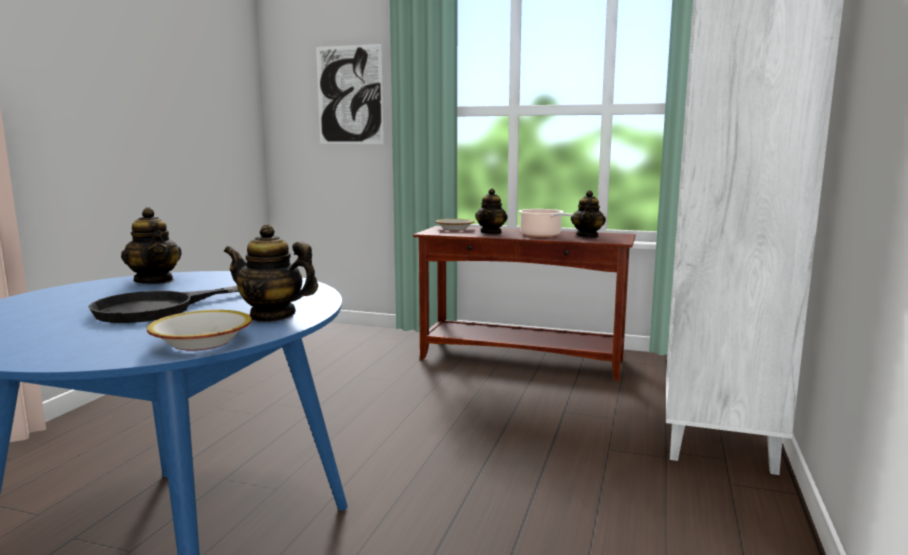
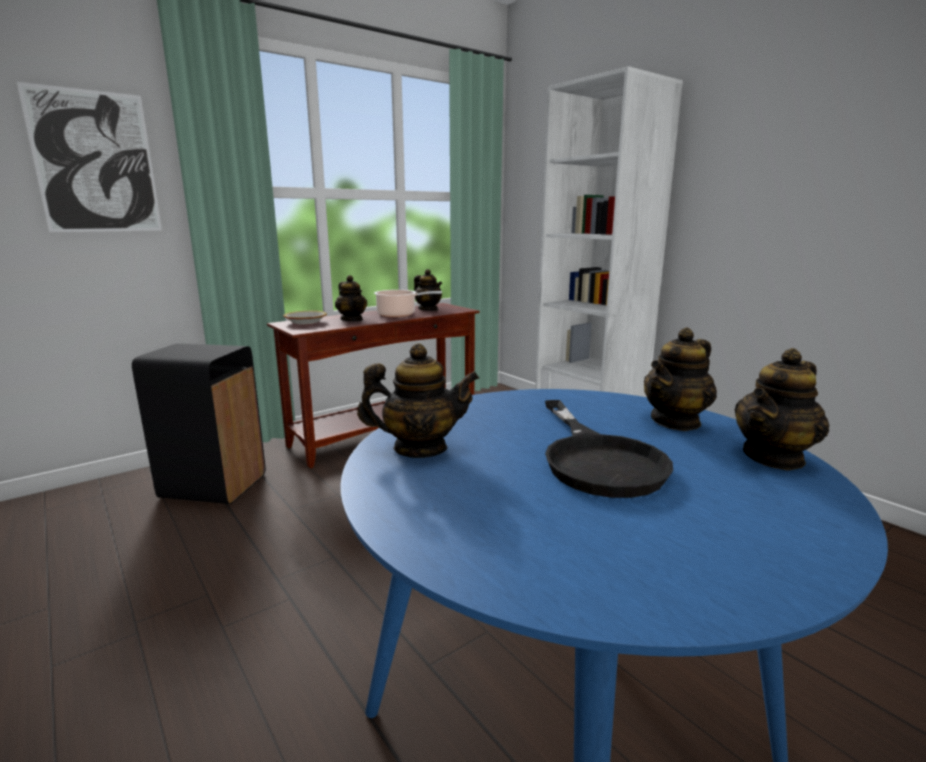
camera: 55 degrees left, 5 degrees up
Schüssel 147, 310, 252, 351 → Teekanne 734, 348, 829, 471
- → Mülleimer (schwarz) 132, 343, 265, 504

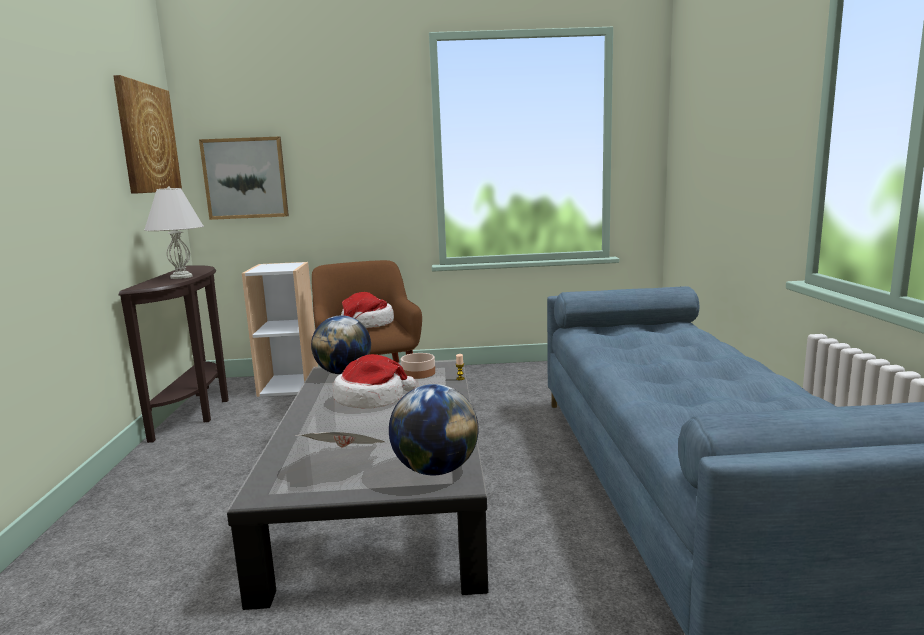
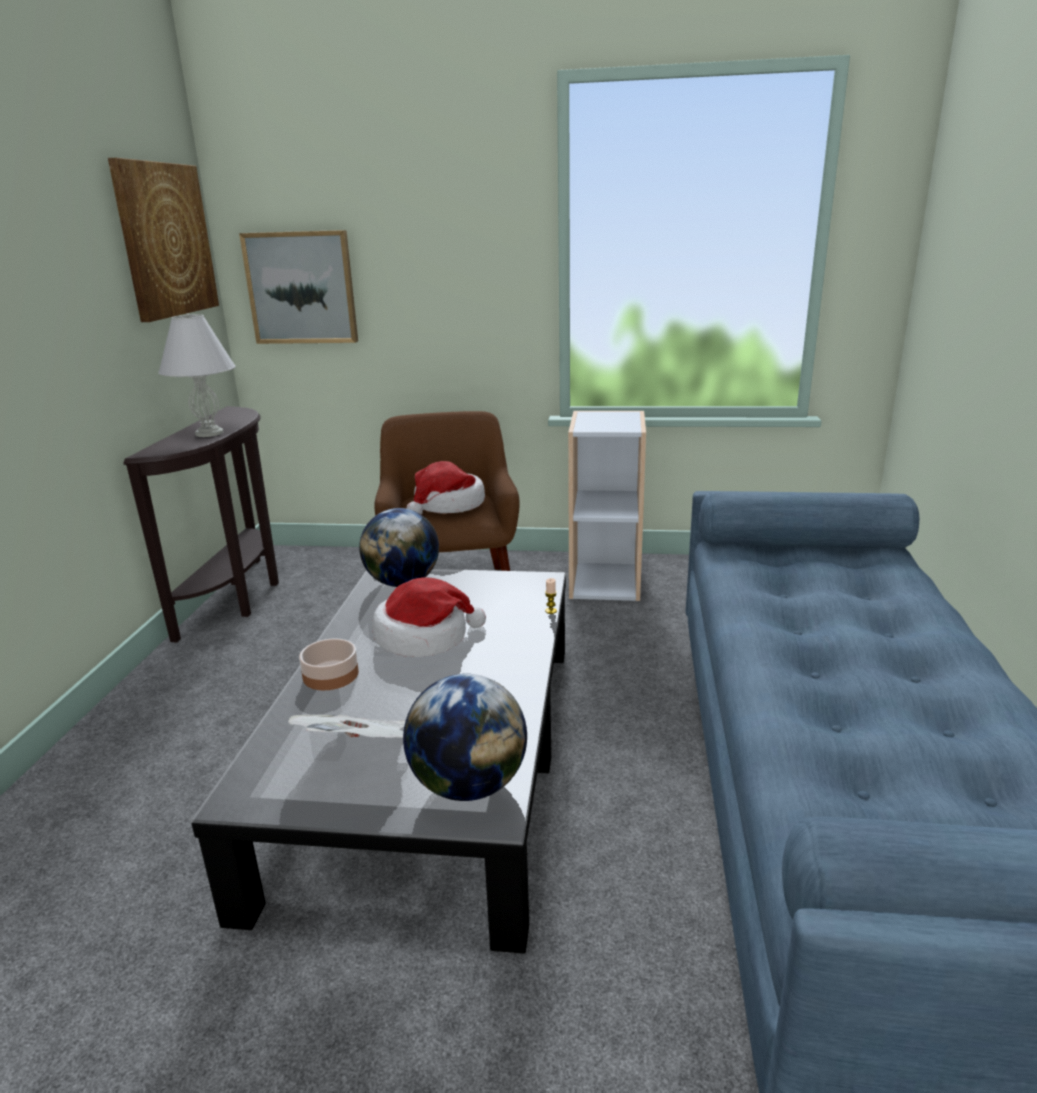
camera: 10 degrees right, 10 degrees up
Bücherregal 242, 262, 318, 397 → Bücherregal 568, 411, 646, 601, moved
Schüssel 401, 353, 435, 379 → Schüssel 299, 638, 359, 690, moved

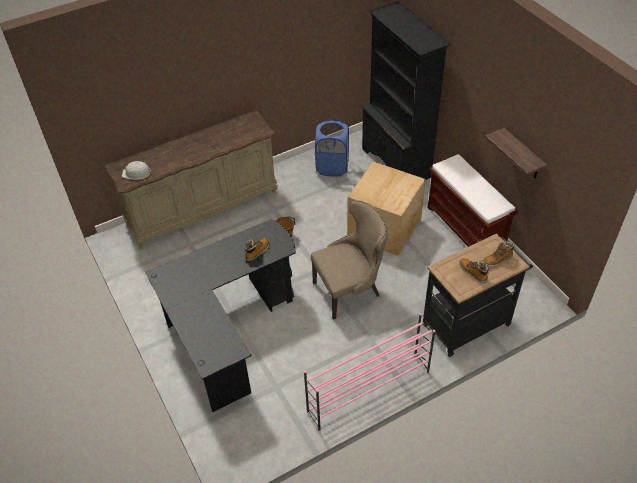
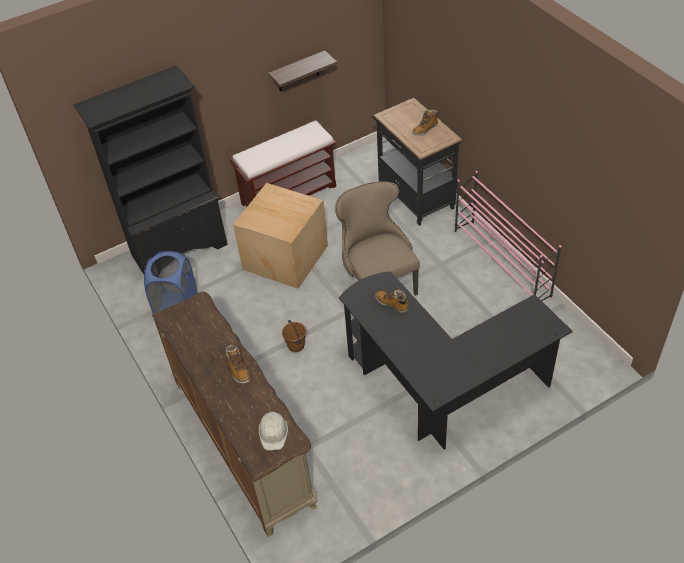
camera: 90 degrees left, 0 degrees up
Stiefel 483, 241, 515, 267 → Stiefel 225, 345, 251, 384, moved

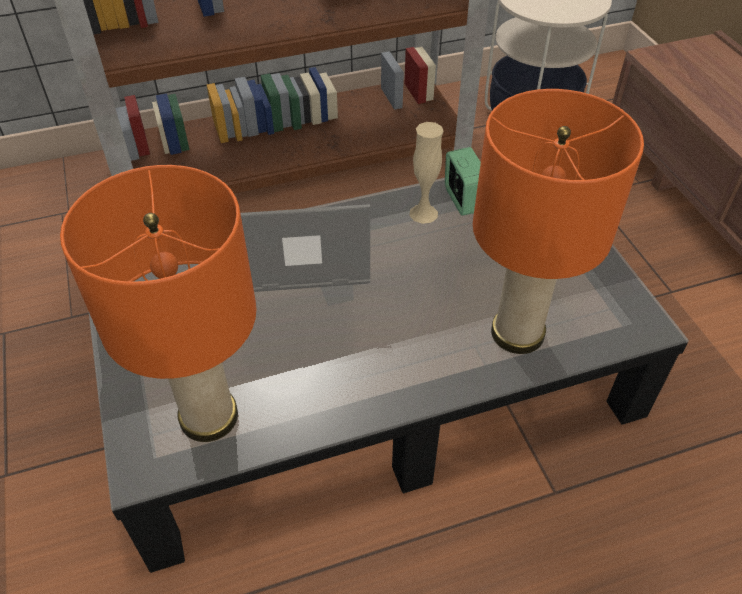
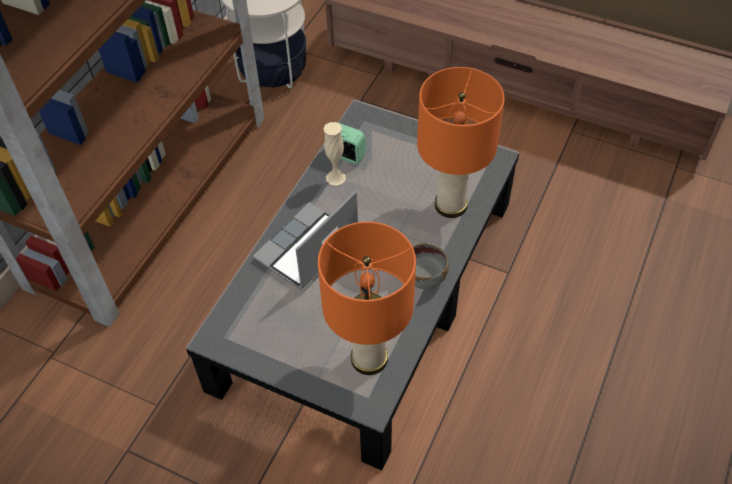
camera: 45 degrees left, 5 degrees up
- → Schüssel (grau) 413, 243, 449, 289

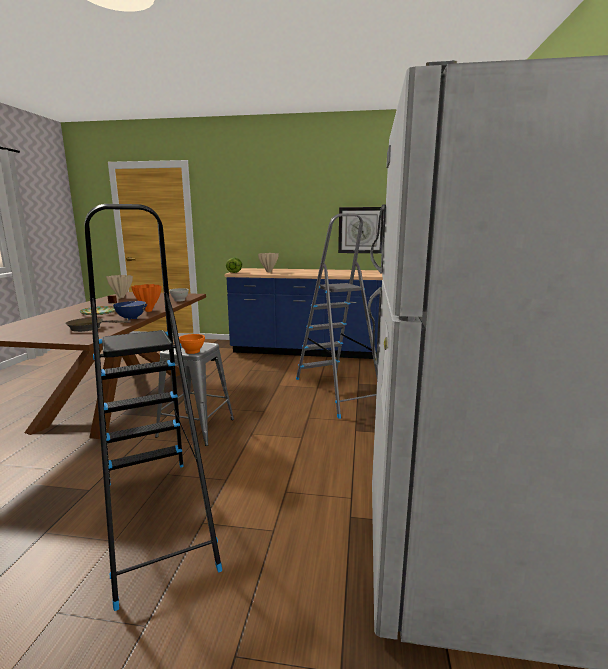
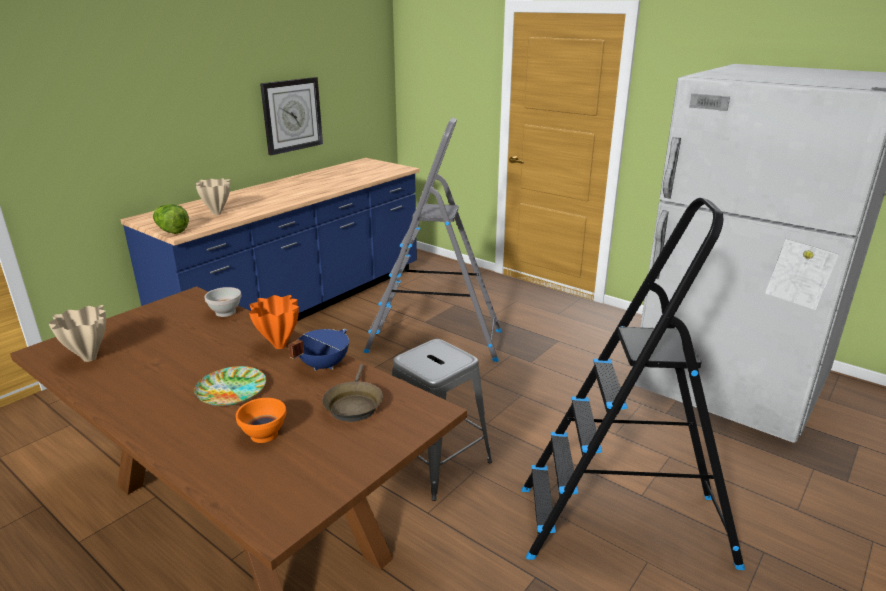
camera: 60 degrees left, 10 degrees up
Schüssel (orange) 179, 334, 205, 354 → Schüssel (orange) 236, 398, 286, 443, moved

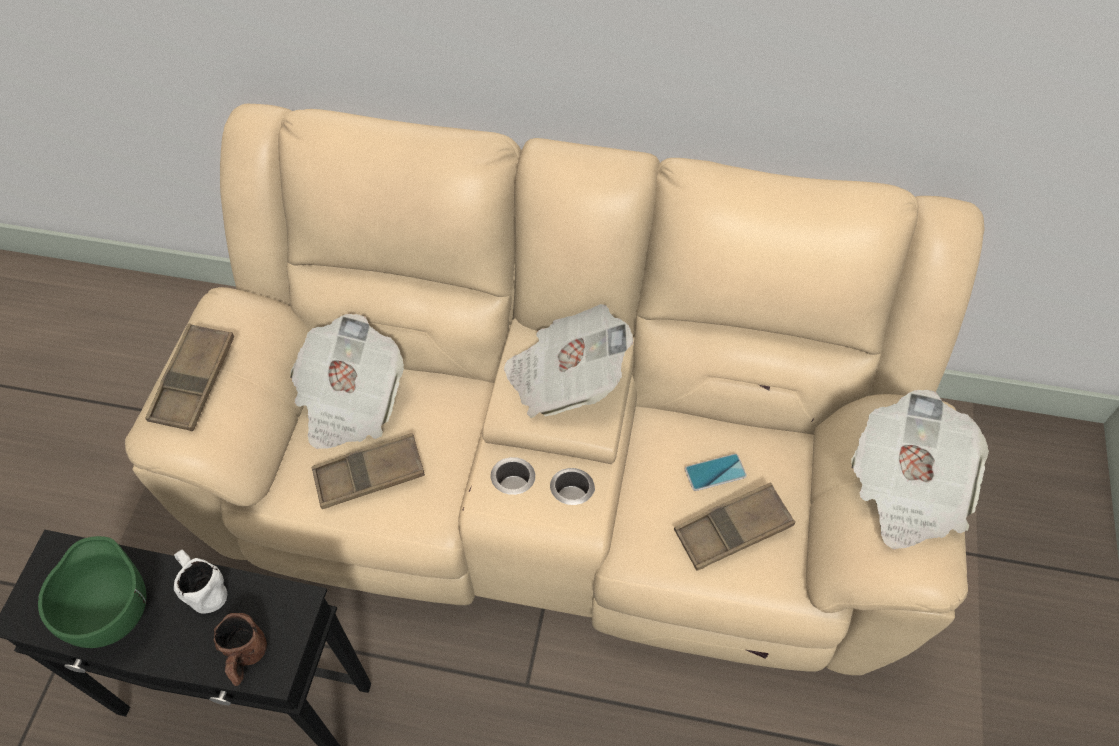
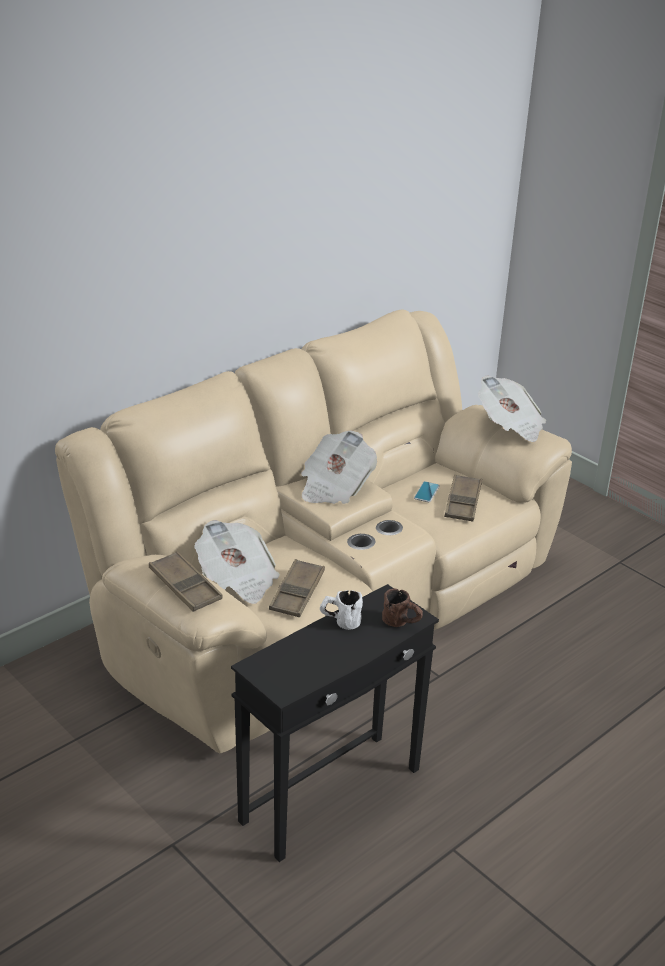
camera: 55 degrees left, 25 degrees down
Schüssel (grün) 38, 536, 146, 648 → -

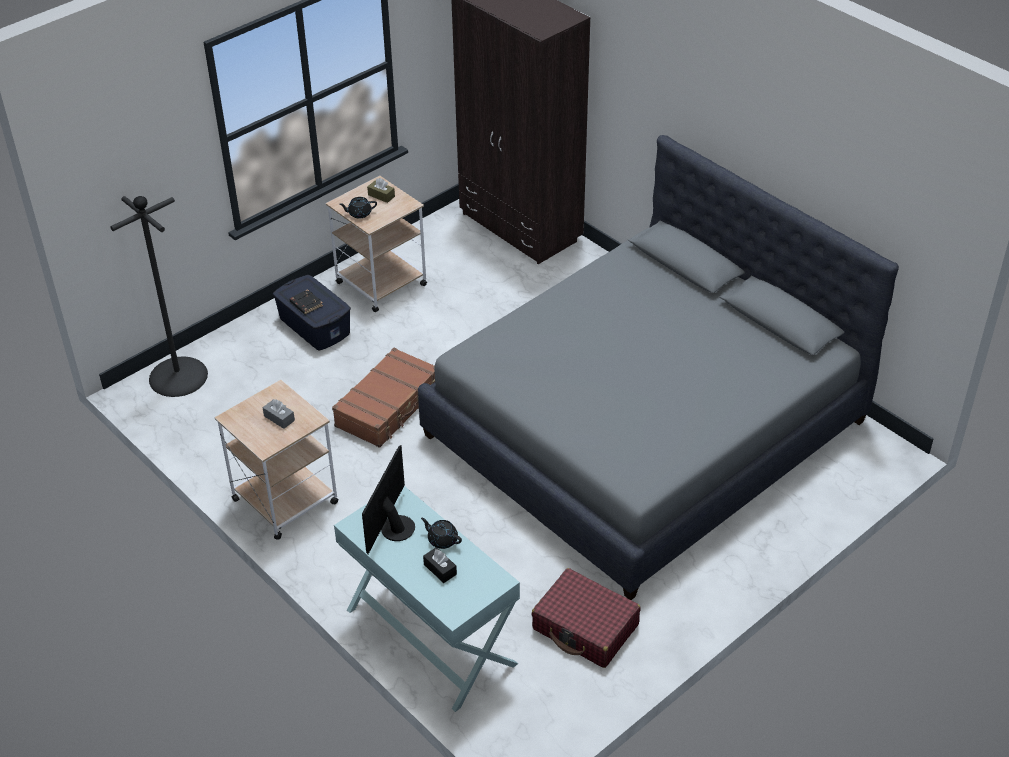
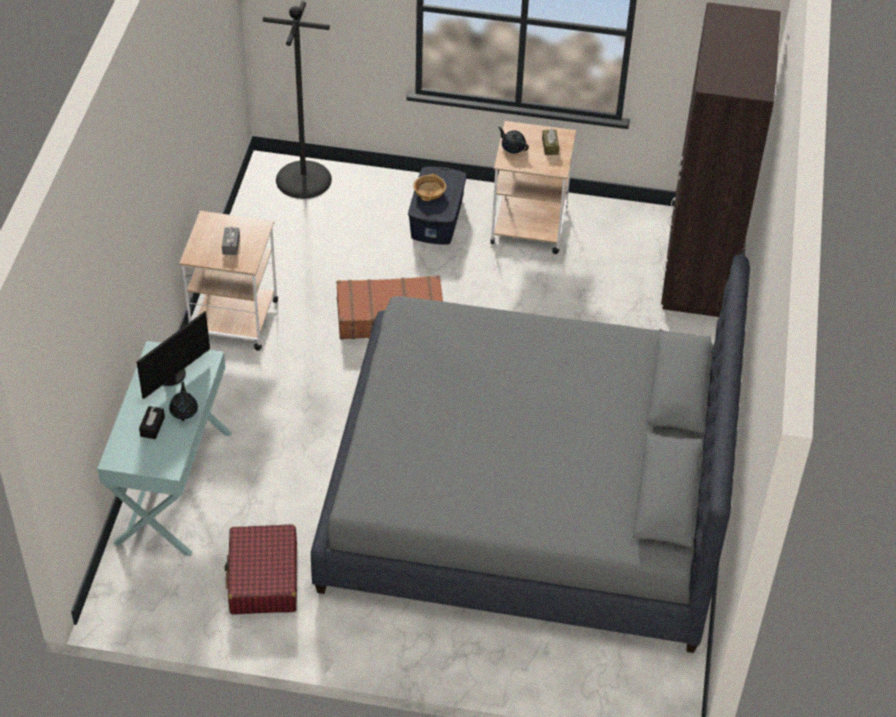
camera: 50 degrees right, 5 degrees up
Buch (schwarz) 289, 289, 323, 314 → Schüssel (beige) 413, 174, 446, 201
Monitor 362, 445, 415, 554 → Monitor 137, 311, 210, 399, 150 degrees clockwise

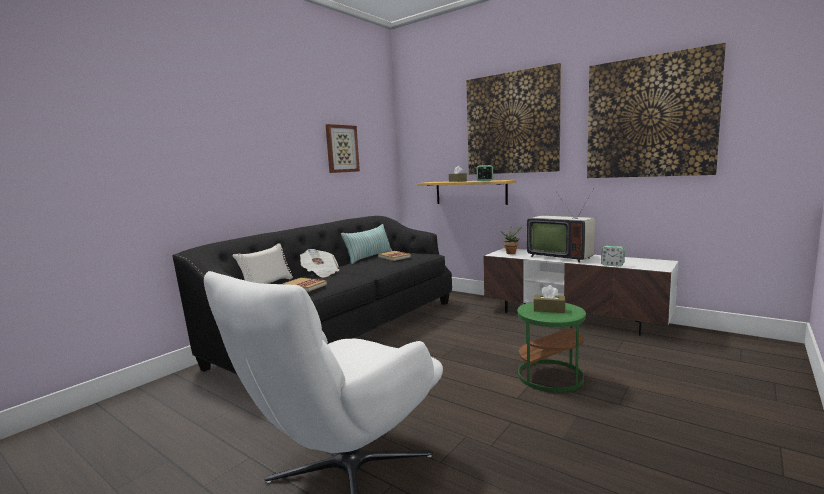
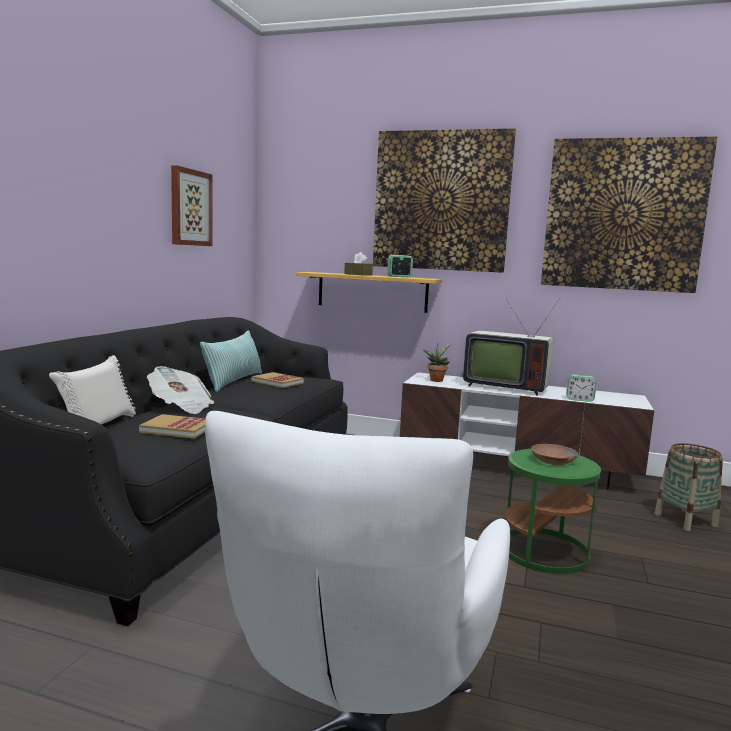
camera: 20 degrees left, 0 degrees up
Taschentuchbox (braun) 534, 285, 566, 313 → Schüssel (braun) 531, 444, 578, 465
- → Korb 654, 443, 723, 531

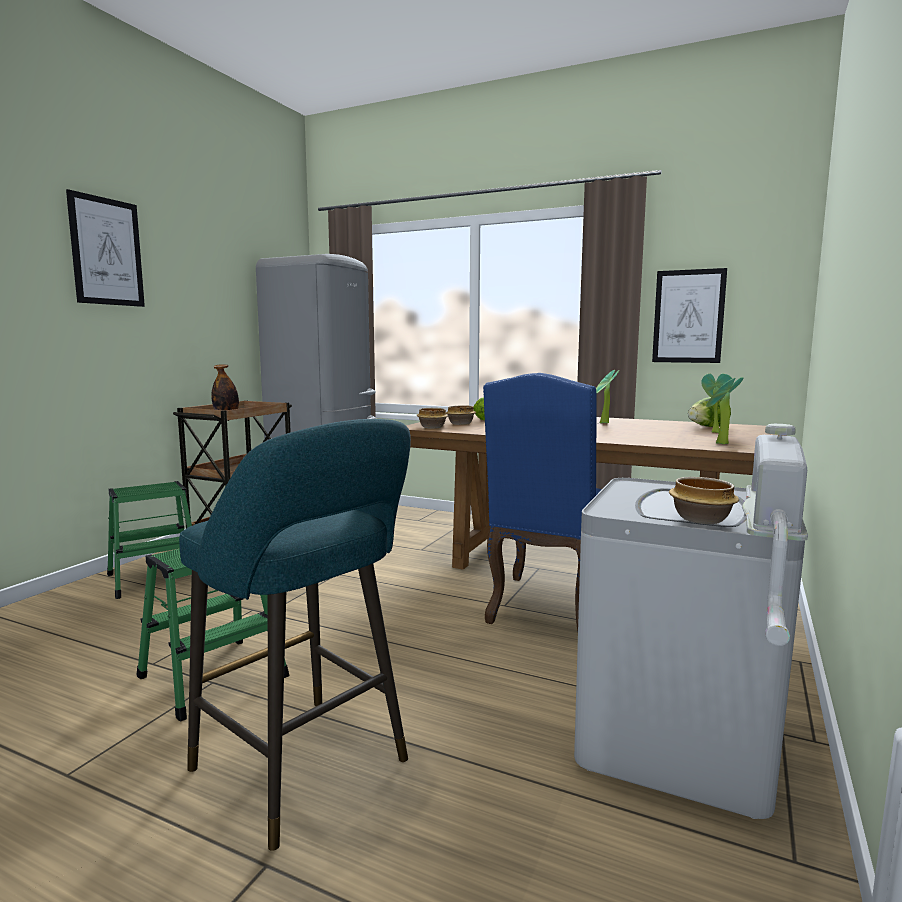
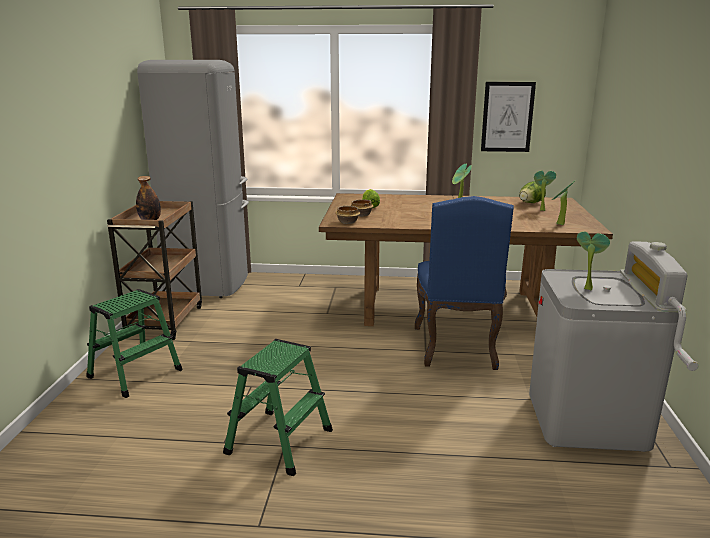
camera: 20 degrees left, 10 degrees up
Bild 66, 189, 145, 307 → -
Hocker (türkis) 179, 419, 411, 851 → -
Schüssel 669, 477, 739, 524 → -
- → Topfpflanze 577, 231, 610, 290

